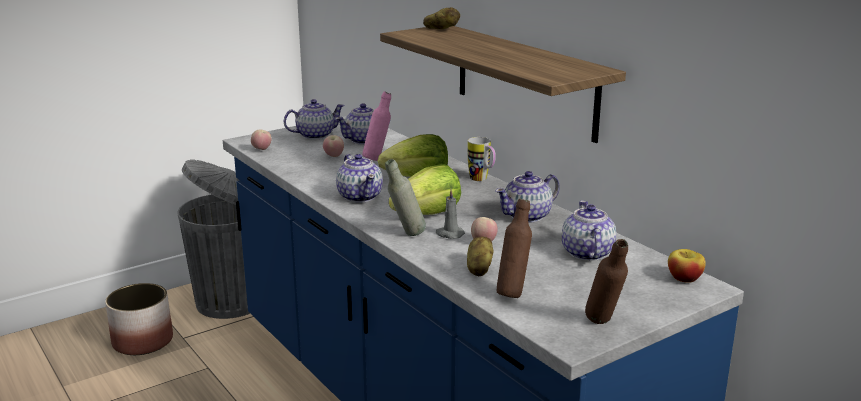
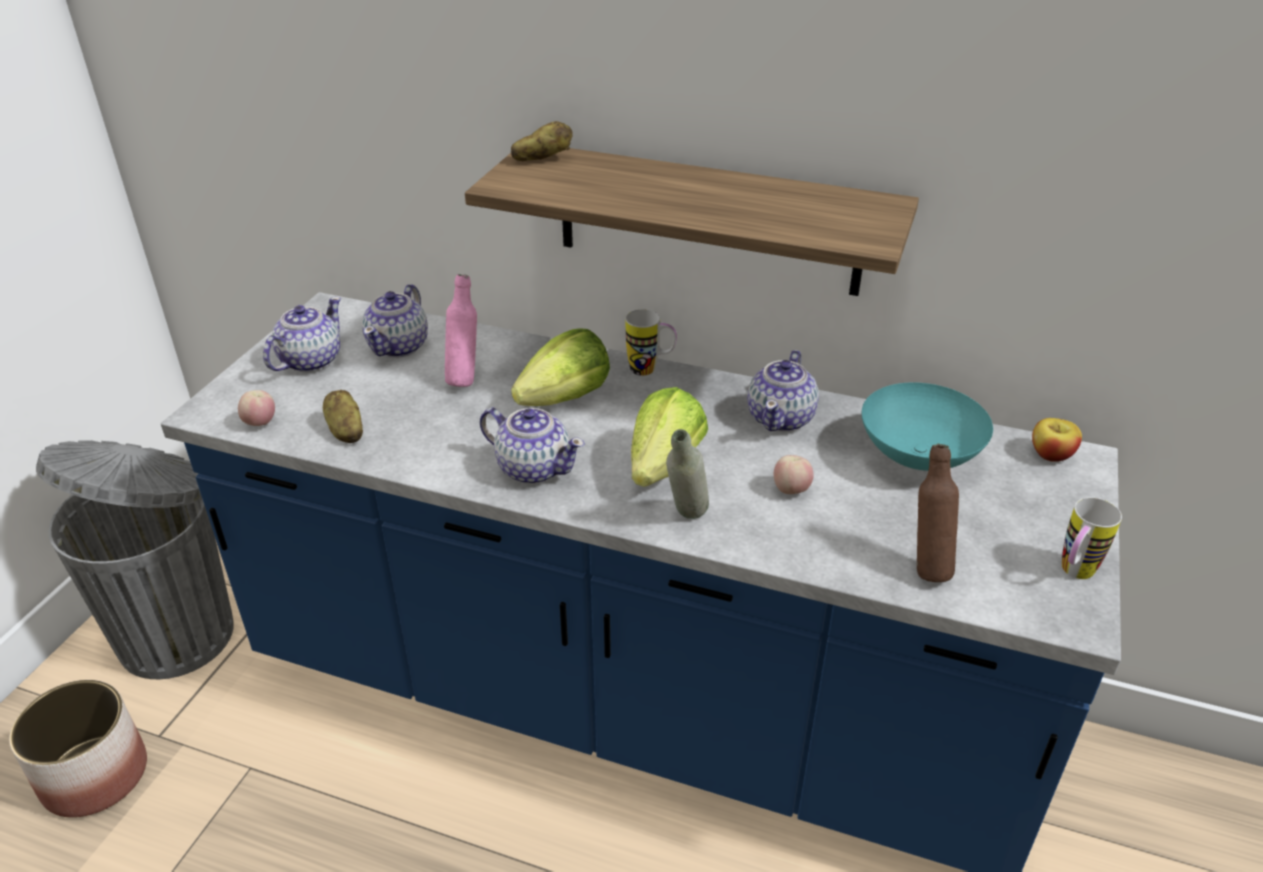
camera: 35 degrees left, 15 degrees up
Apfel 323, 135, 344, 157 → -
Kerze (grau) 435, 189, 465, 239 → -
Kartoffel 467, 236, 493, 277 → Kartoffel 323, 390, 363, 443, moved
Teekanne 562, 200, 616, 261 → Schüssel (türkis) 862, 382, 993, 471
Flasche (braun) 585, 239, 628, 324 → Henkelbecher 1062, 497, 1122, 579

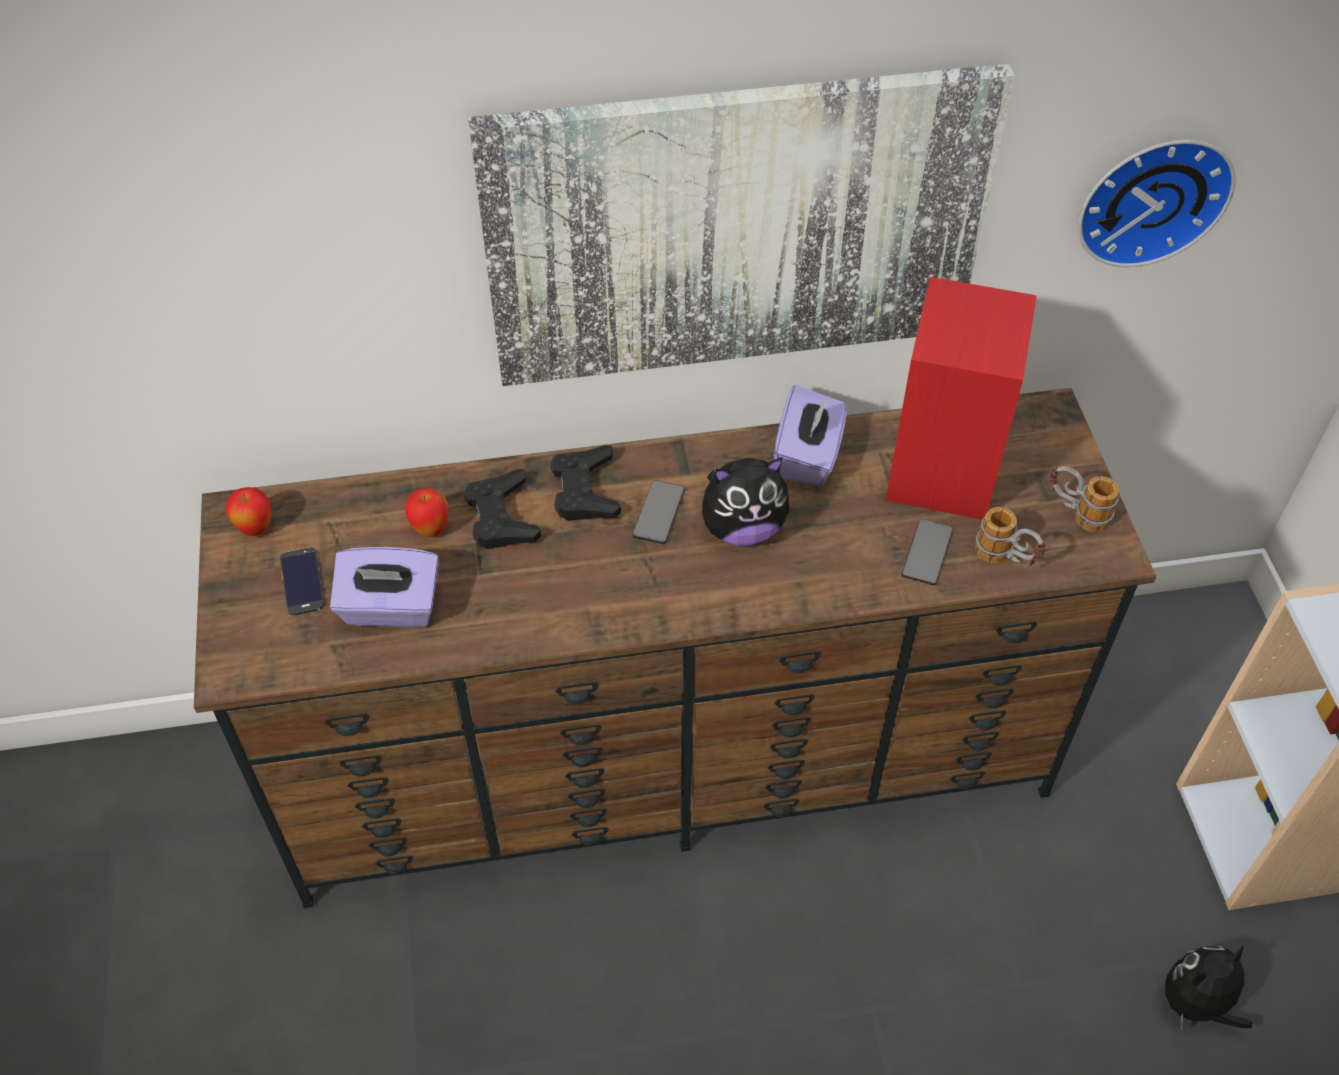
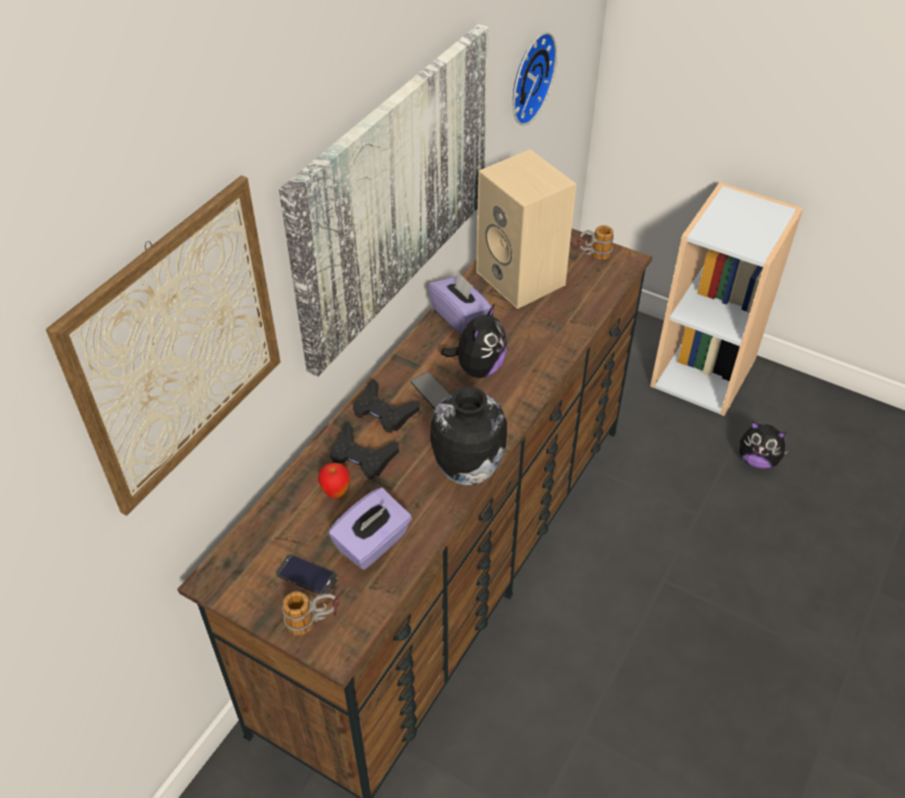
camera: 50 degrees left, 5 degrees down
Apfel 225, 487, 272, 536 → -
Lautsprecher (rot) 886, 277, 1037, 520 → Lautsprecher (beige) 476, 149, 577, 309
Handy 902, 519, 953, 585 → -
Henkelbecher 975, 507, 1046, 567 → Henkelbecher 282, 591, 340, 635, moved
Plüschtier 1165, 945, 1252, 1031 → Plüschtier 740, 421, 790, 469, 75 degrees counterclockwise
- → Bild 46, 175, 281, 516
- → Vase 430, 387, 507, 485

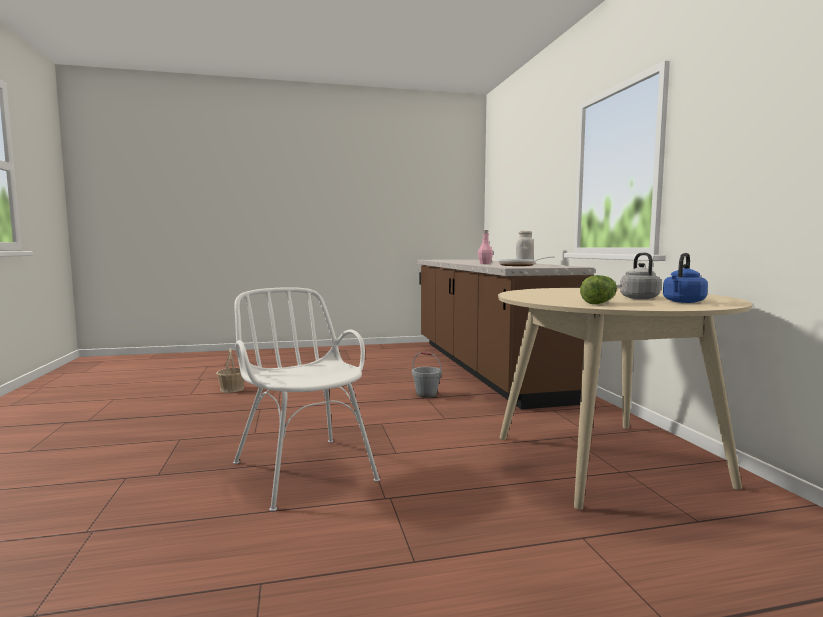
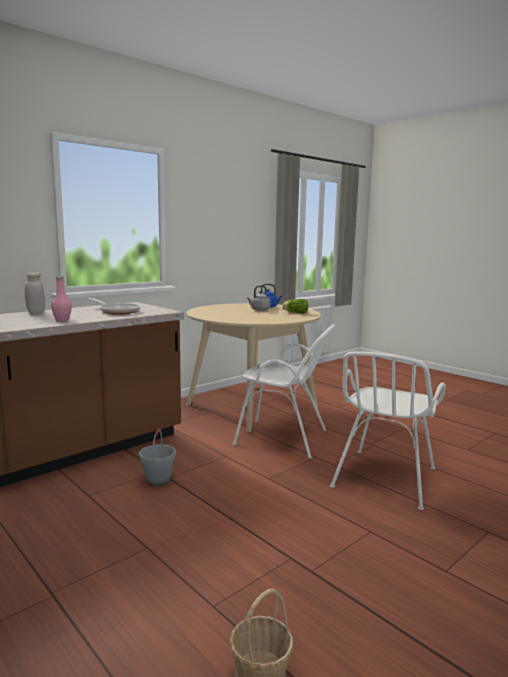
camera: 120 degrees left, 5 degrees up
- → Stuhl (weiß) 233, 324, 336, 459

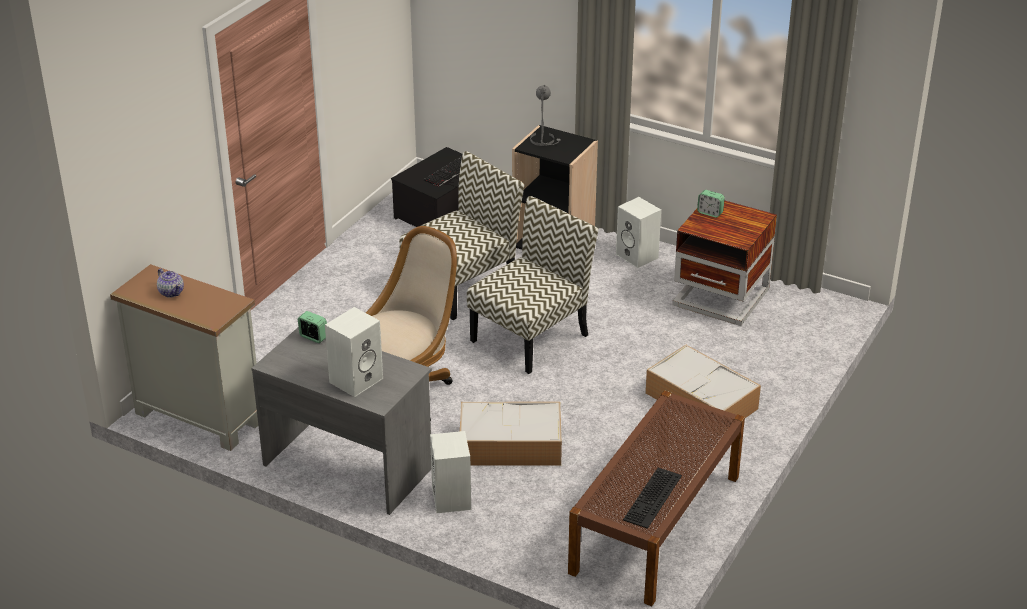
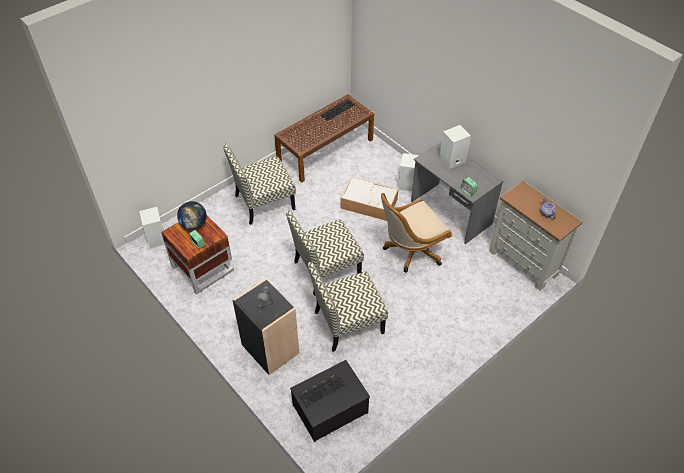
camera: 160 degrees left, 15 degrees up
Lautsprecher (weiß) 616, 197, 661, 268 → Lautsprecher (weiß) 139, 207, 165, 248, moved
Aufbewahrungsbox 645, 345, 761, 434 → Stuhl 223, 143, 296, 225
- → Globus 177, 201, 207, 230

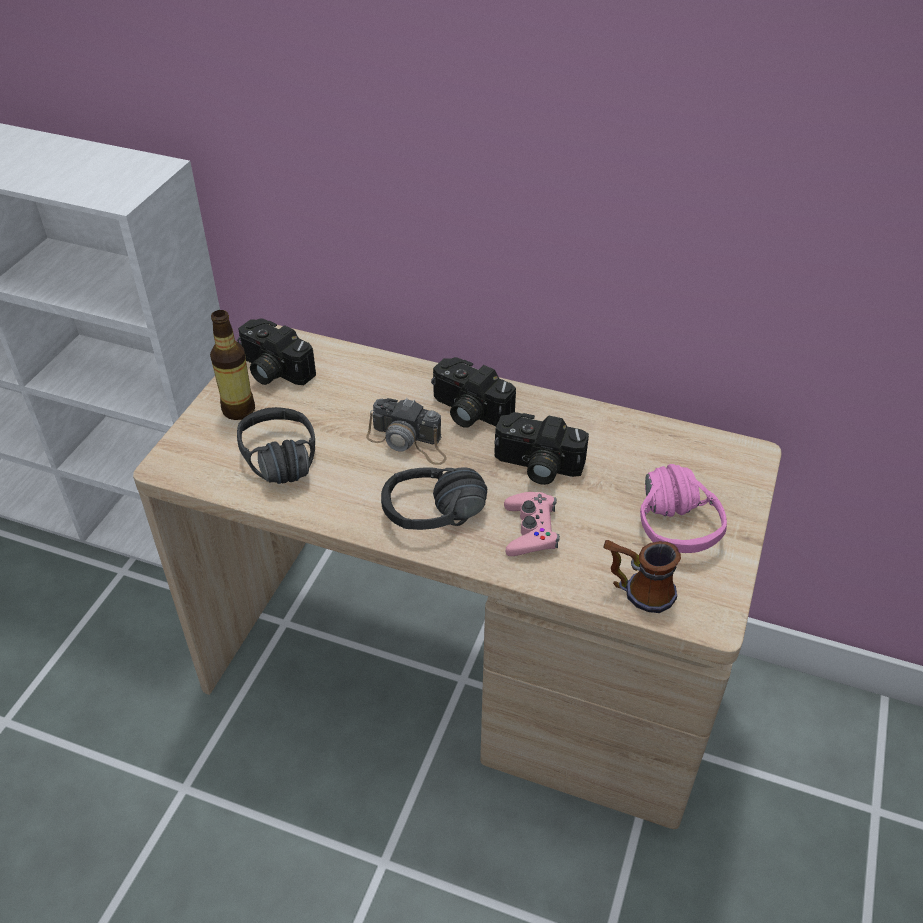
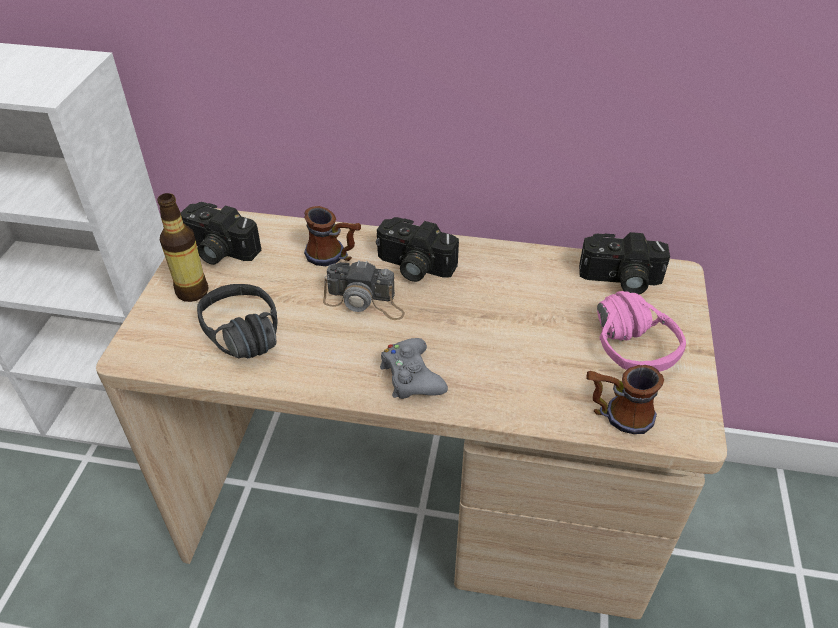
camera: 10 degrees left, 0 degrees up
Kopfhörer (schwarz) 381, 467, 487, 530 → Gamepad (grau) 380, 338, 448, 399
Kamera 494, 412, 589, 485 → Kamera 579, 232, 670, 294, moved
Gamepad (rosa) 504, 492, 560, 556 → -
- → Henkelbecher 304, 206, 361, 266

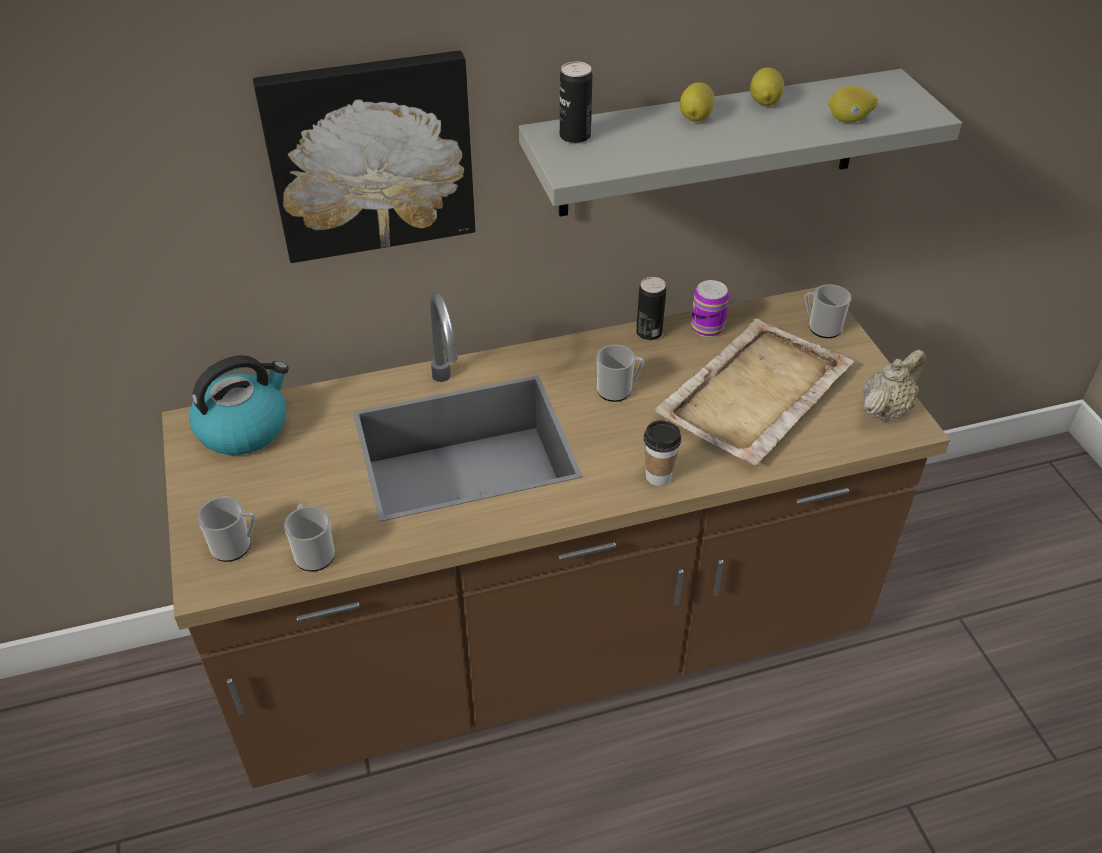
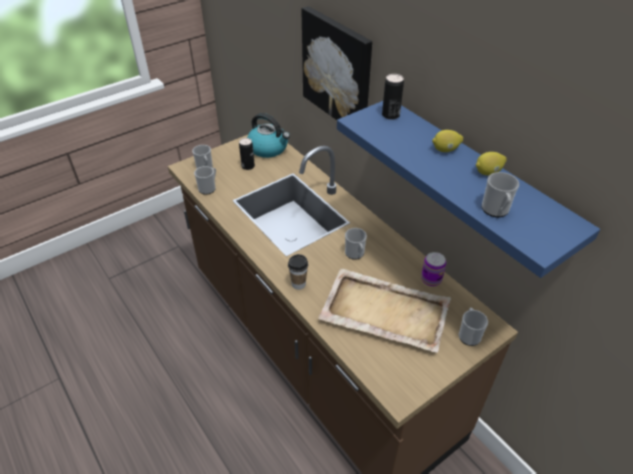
camera: 70 degrees right, 0 degrees up
Wandregal (grau) 519, 69, 962, 216 → Wandregal (blau) 337, 101, 600, 278
Dose 636, 277, 666, 340 → Dose 239, 138, 255, 170, moved
Zitrone 828, 86, 878, 123 → Henkelbecher 482, 172, 519, 217
Teekanne (beige) 863, 349, 926, 421 → -

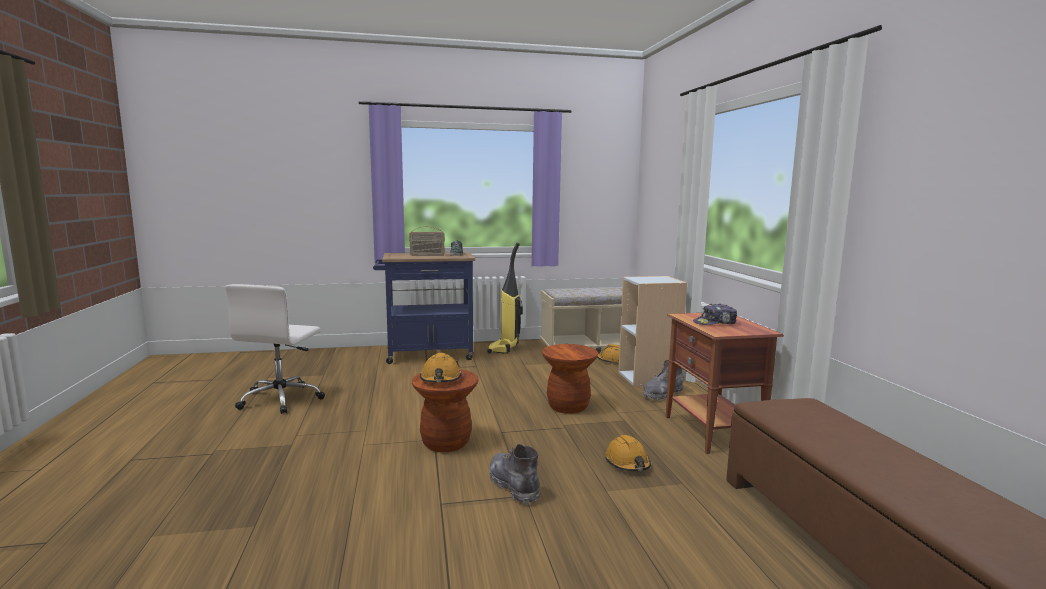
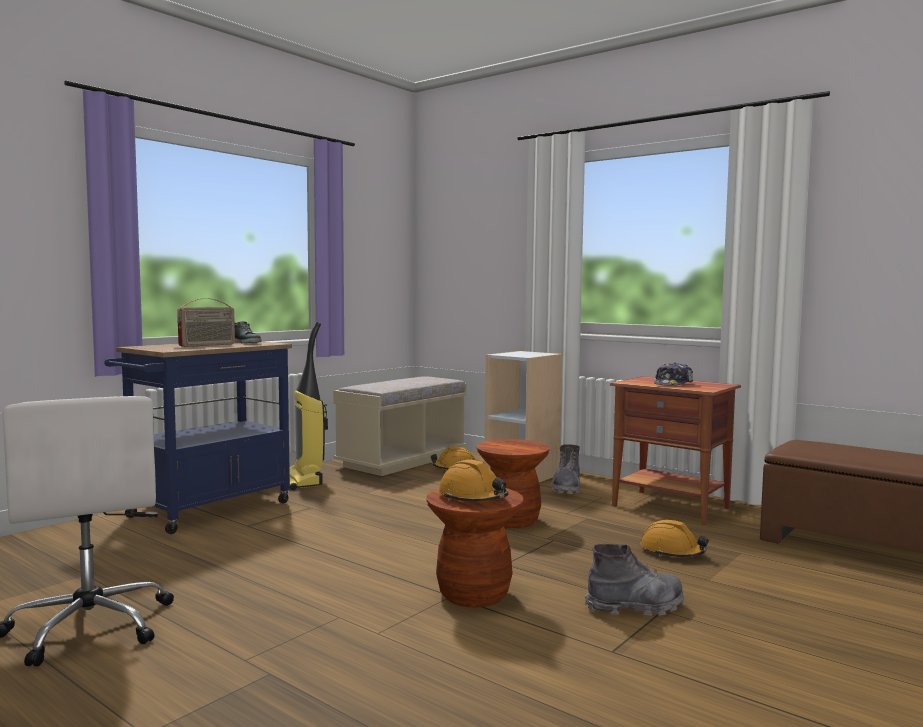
camera: 40 degrees left, 5 degrees down
Stiefel (grau) 489, 444, 540, 505 → Stiefel (grau) 585, 544, 685, 616, 150 degrees clockwise

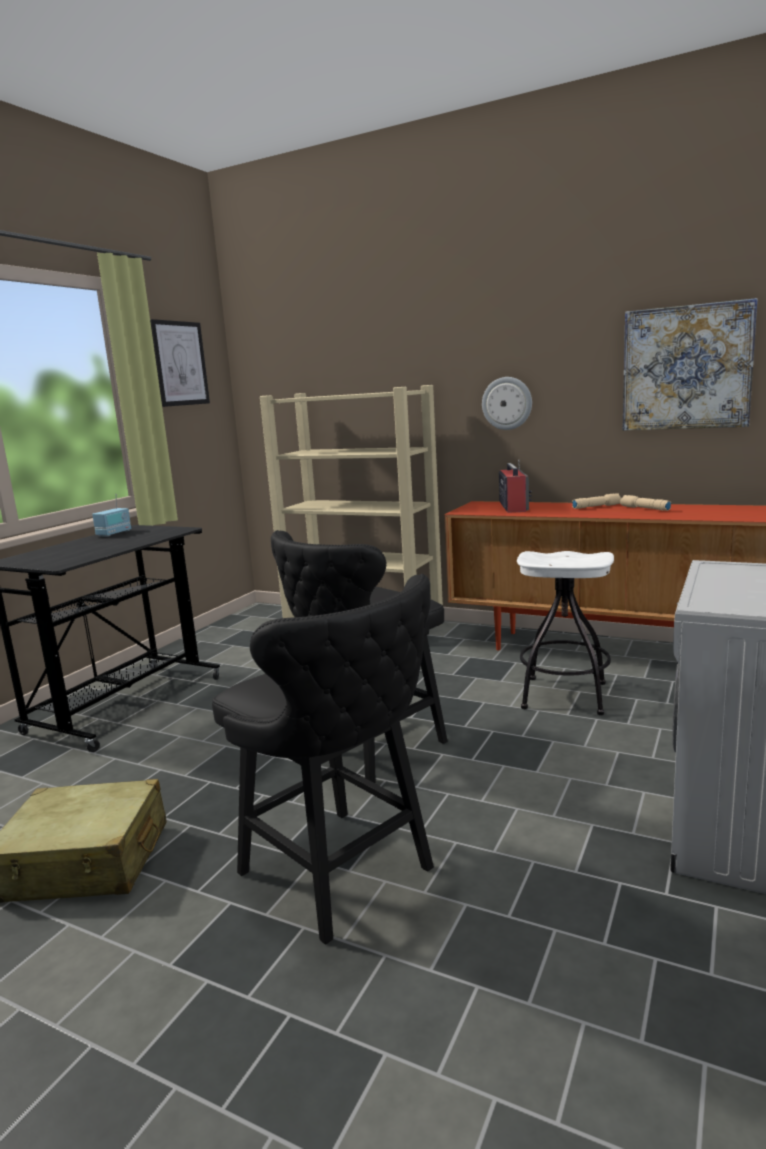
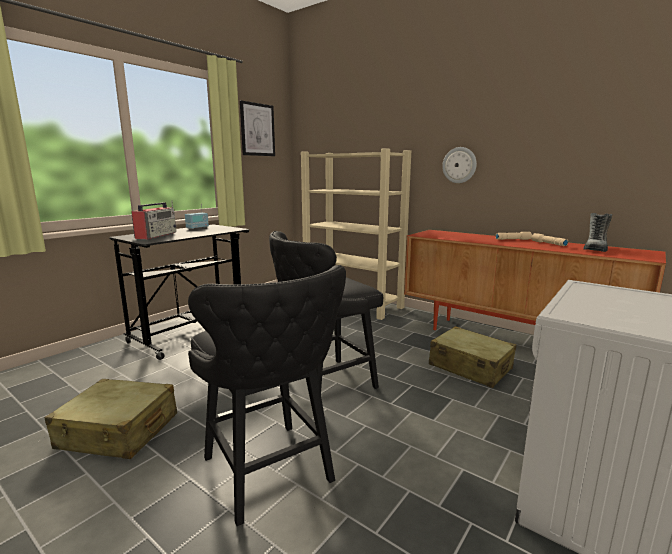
camera: 10 degrees right, 0 degrees up
Radio 499, 460, 532, 513 → Radio 132, 201, 177, 239, moved
Hocker (weiß) 517, 551, 614, 715 → Koffer (beige) 429, 326, 516, 388
Bild 623, 298, 758, 430 → -
- → Stiefel 583, 213, 612, 252

